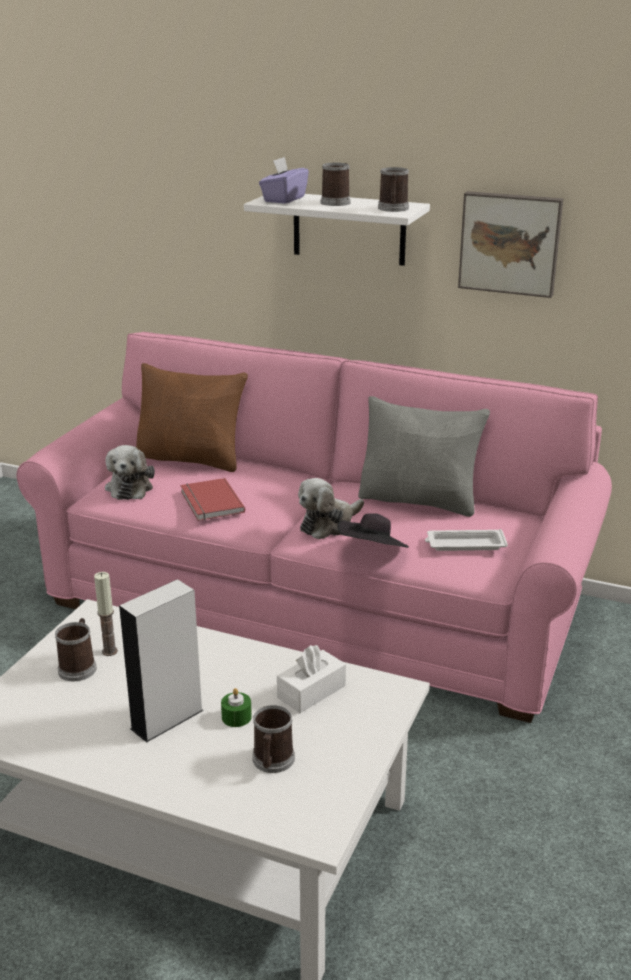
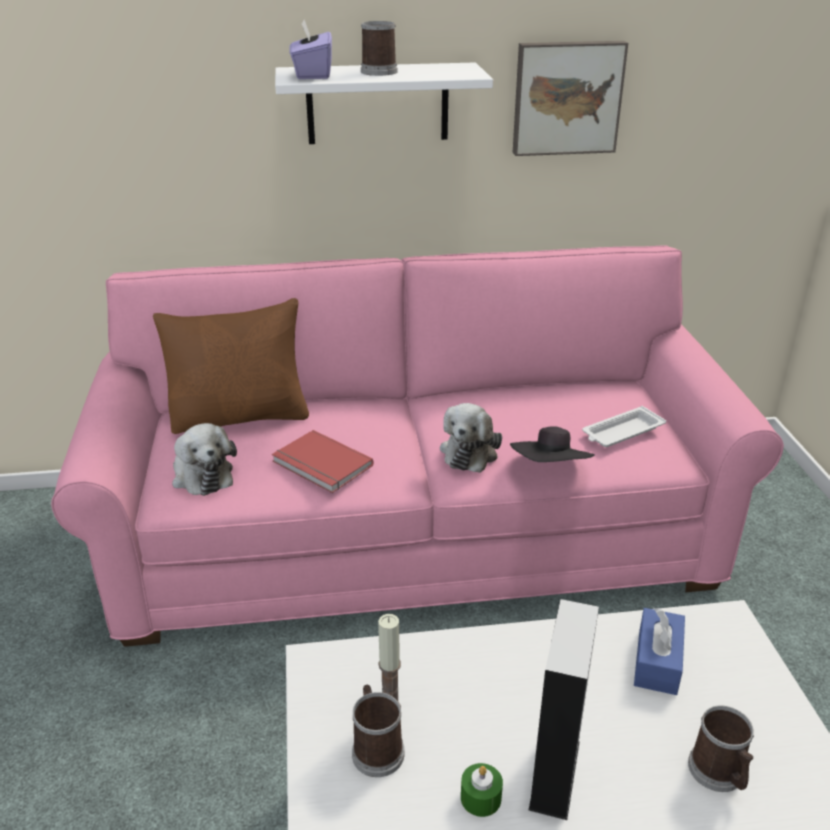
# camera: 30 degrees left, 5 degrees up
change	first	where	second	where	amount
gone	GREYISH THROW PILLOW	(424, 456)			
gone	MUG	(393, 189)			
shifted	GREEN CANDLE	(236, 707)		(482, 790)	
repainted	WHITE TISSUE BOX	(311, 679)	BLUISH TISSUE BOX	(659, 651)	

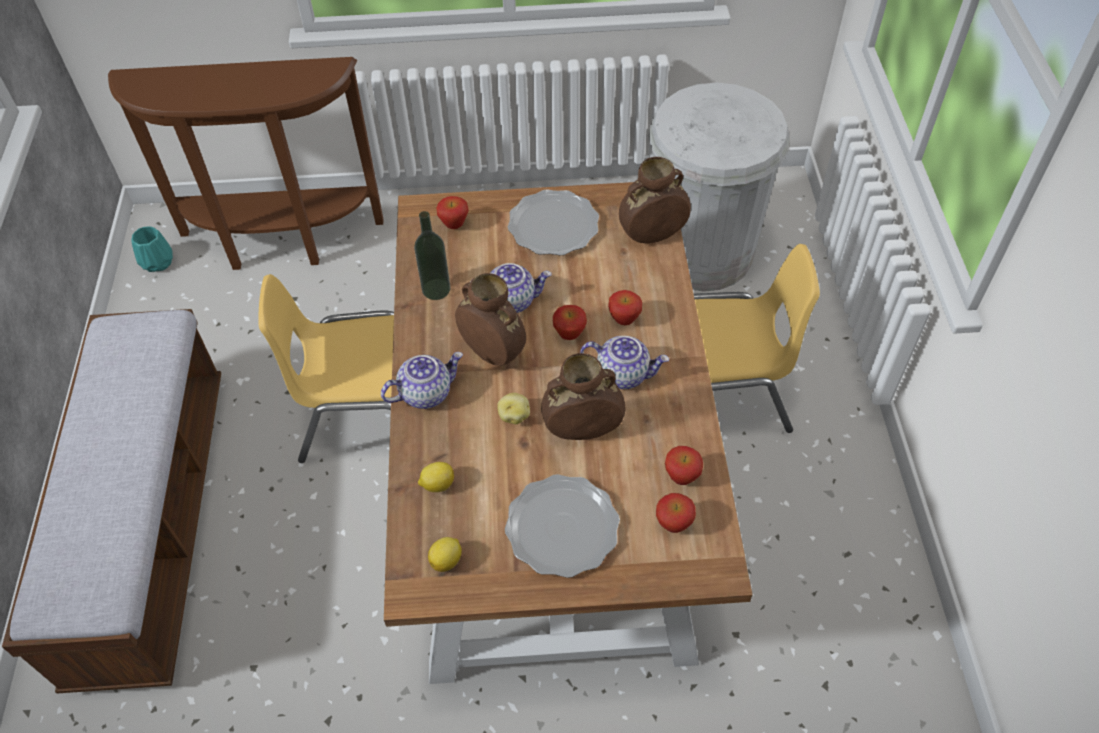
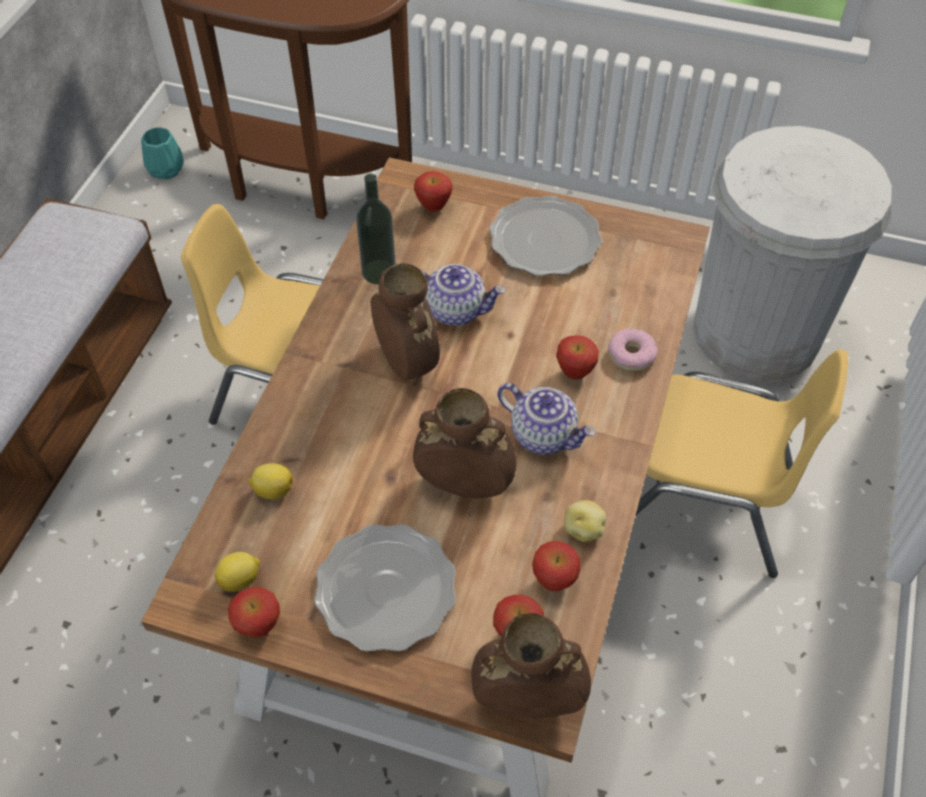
# camera: 20 degrees right, 0 degrees up
change	first	where	second	where	amount
gone	POT FOR TEA	(422, 380)			
new			DONUT	(633, 349)	
shifted	SPUD	(513, 408)		(585, 521)	
shifted	APPLE	(570, 322)		(254, 612)	
shifted	BROWN-COLOURED VASE	(655, 200)		(531, 665)	

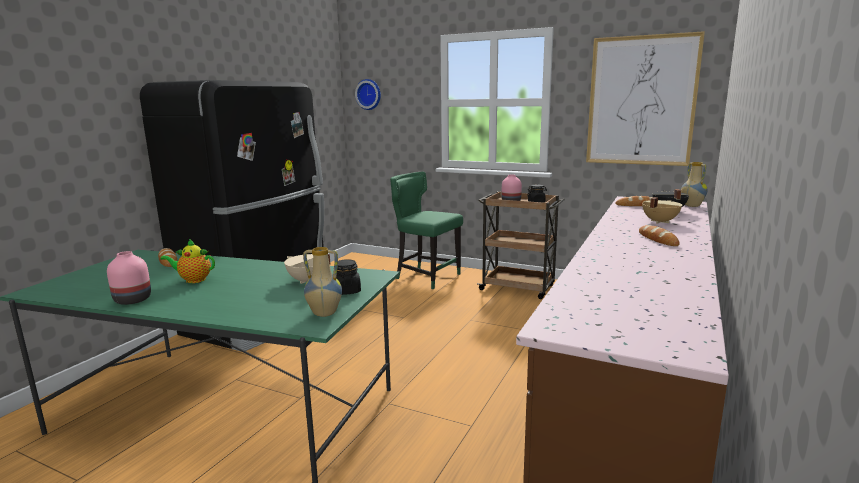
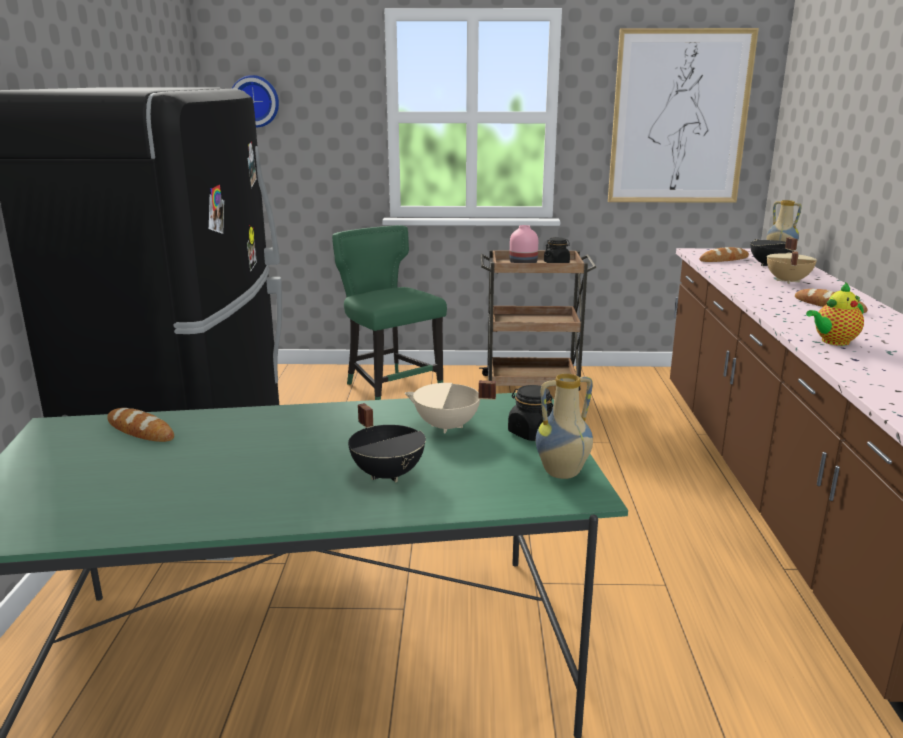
# camera: 25 degrees left, 5 degrees up
change	first	where	second	where	amount
gone	PINK-COLOURED VASE	(129, 278)			
new			BLACKISH SAUCEPOT	(387, 442)	
shifted	POT FOR TEA	(187, 261)		(835, 314)	
rotated	GREEN CHAIR	(426, 230)		(389, 312)	45 degrees clockwise

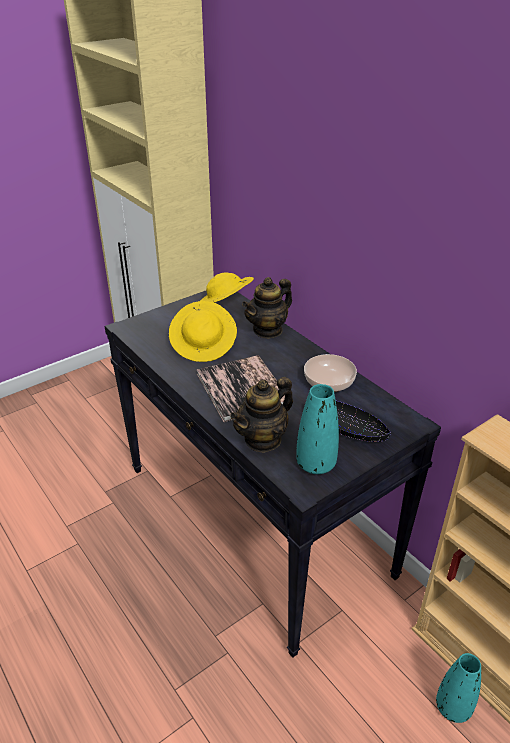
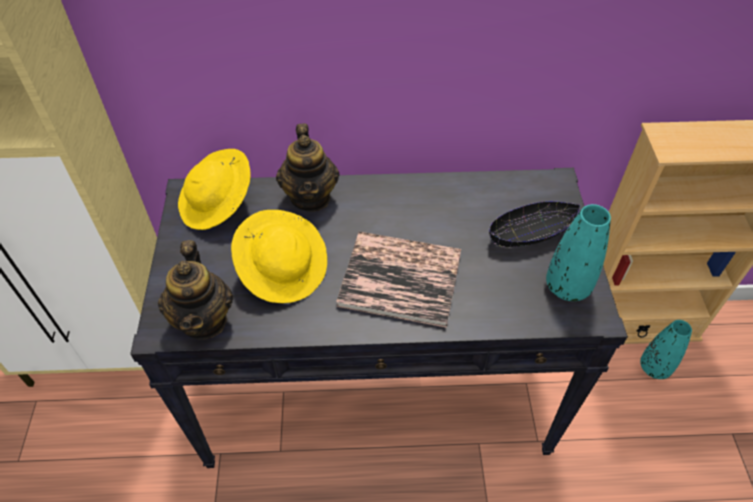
# camera: 55 degrees left, 15 degrees up
change	first	where	second	where	amount
gone	DEEP DISH	(330, 373)			
shifted	POT FOR TEA	(261, 415)		(195, 290)	

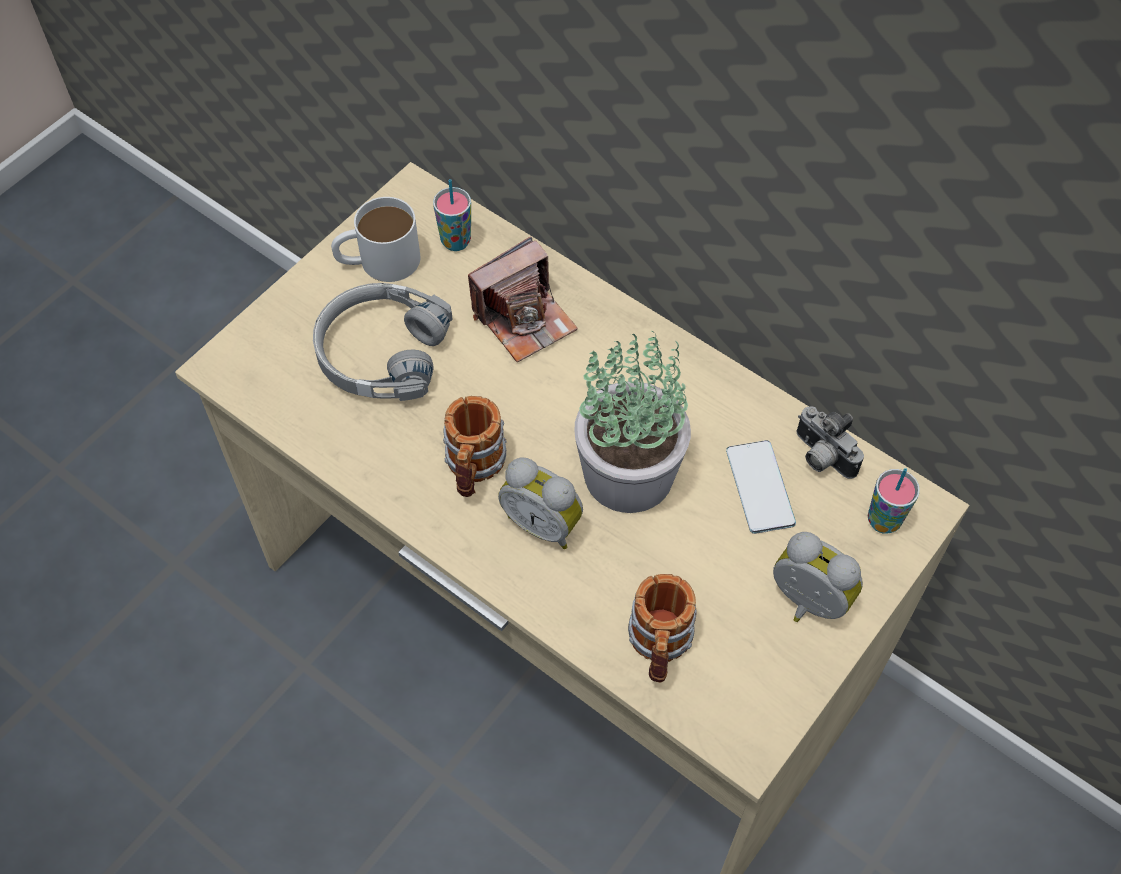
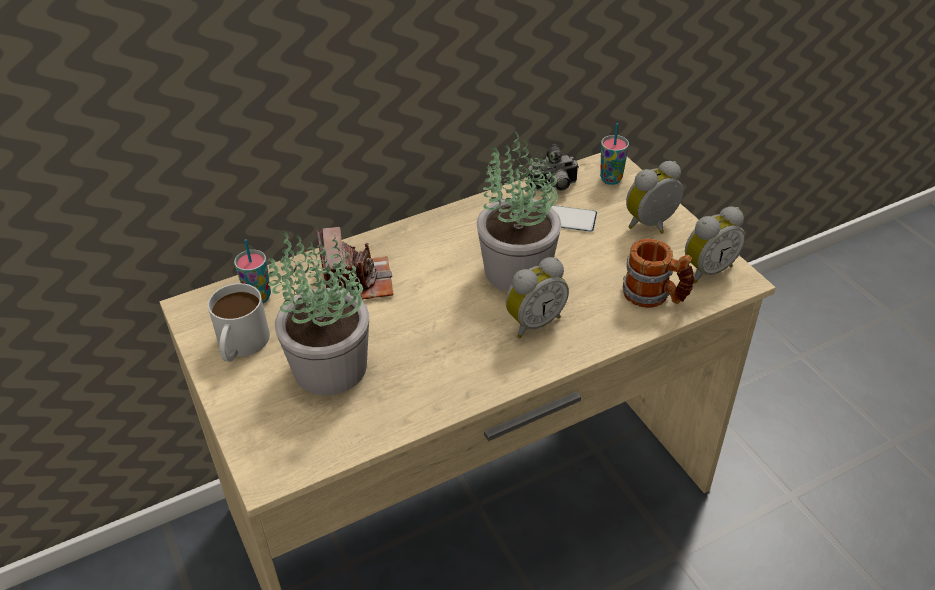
# camera: 65 degrees left, 15 degrees down
change	first	where	second	where	amount
gone	MUG	(475, 446)			
new			TABLE CLOCK	(715, 244)	
swapped	GREYISH PAIR OF HEADPHONES	(383, 342)	POTTED PLANT	(318, 313)	

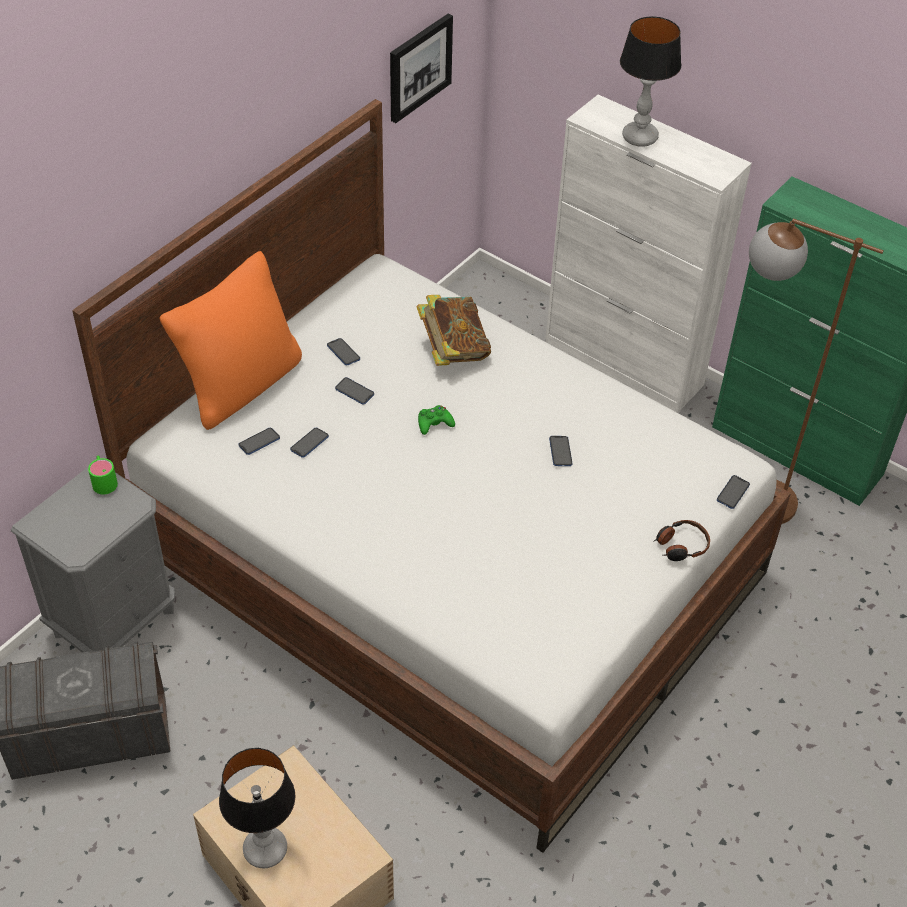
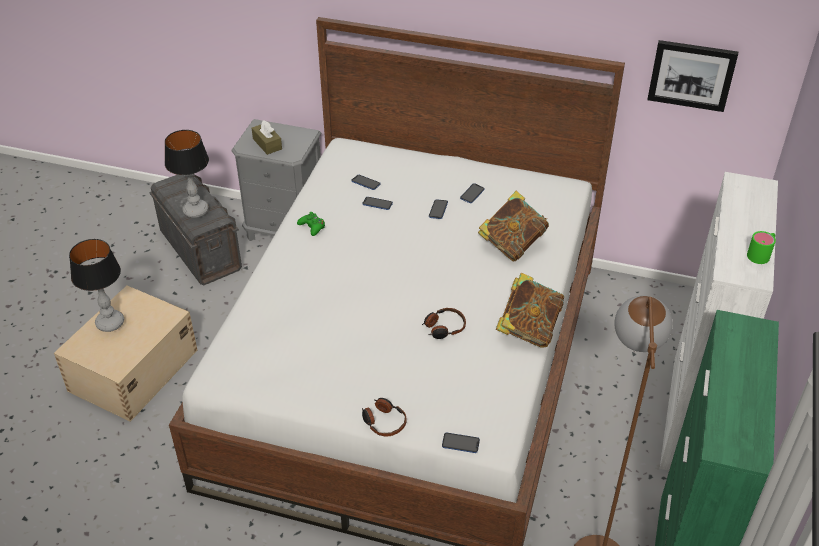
# camera: 70 degrees right, 5 degrees down
change	first	where	second	where	amount
gone	ORANGE-COLOURED THROW PILLOW	(231, 340)			
new			BROWN-COLOURED TISSUE BOX	(267, 137)	
new			VOLUME	(530, 310)	
shifted	GREEN MUG	(103, 474)		(761, 247)	
shifted	GREEN GAME CONTROLLER	(436, 420)		(311, 224)	
shifted	TABLE LAMP	(650, 81)		(187, 174)	
swapped	HANDSET	(561, 451)	PAIR OF HEADPHONES	(444, 323)	

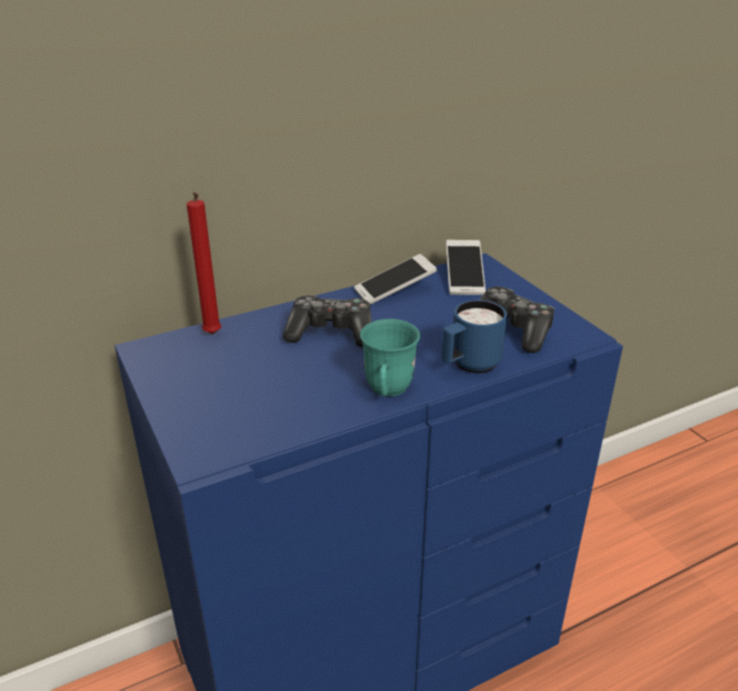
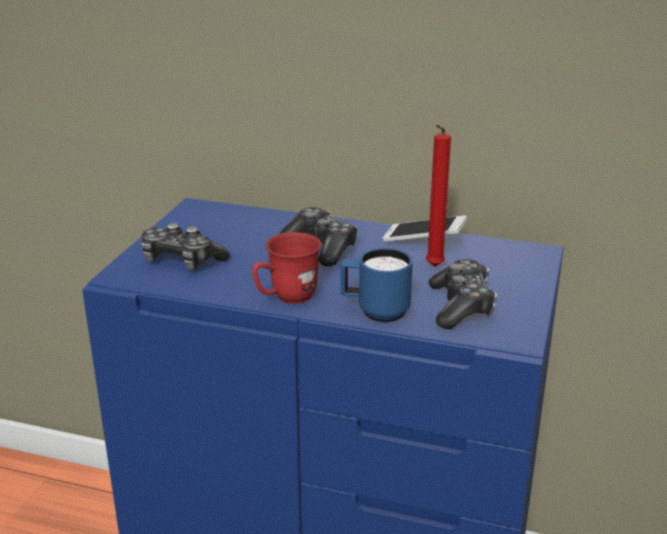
# camera: 45 degrees right, 5 degrees down
change	first	where	second	where	amount
gone	HANDSET	(466, 267)			
new			GAME CONTROLLER	(185, 246)	
shifted	REDDISH CANDLE	(204, 263)		(438, 195)	
repainted	TURQUOISE-COLOURED MUG	(390, 358)	REDDISH MUG	(286, 268)	

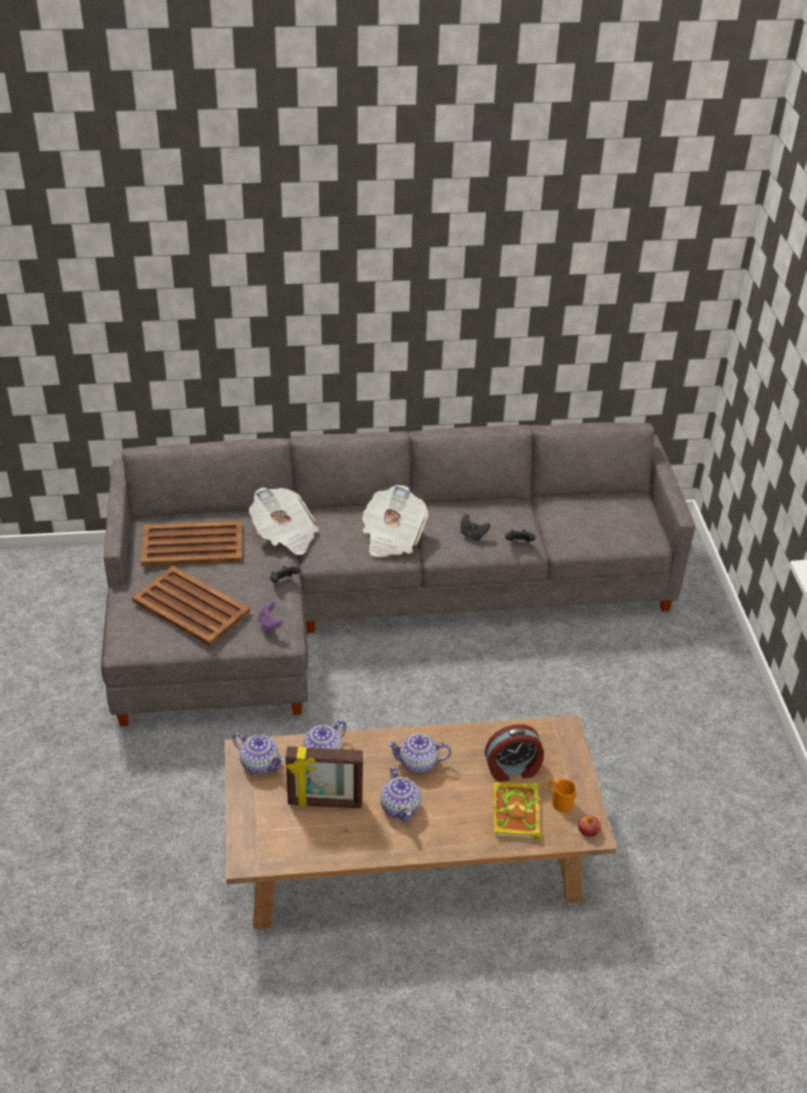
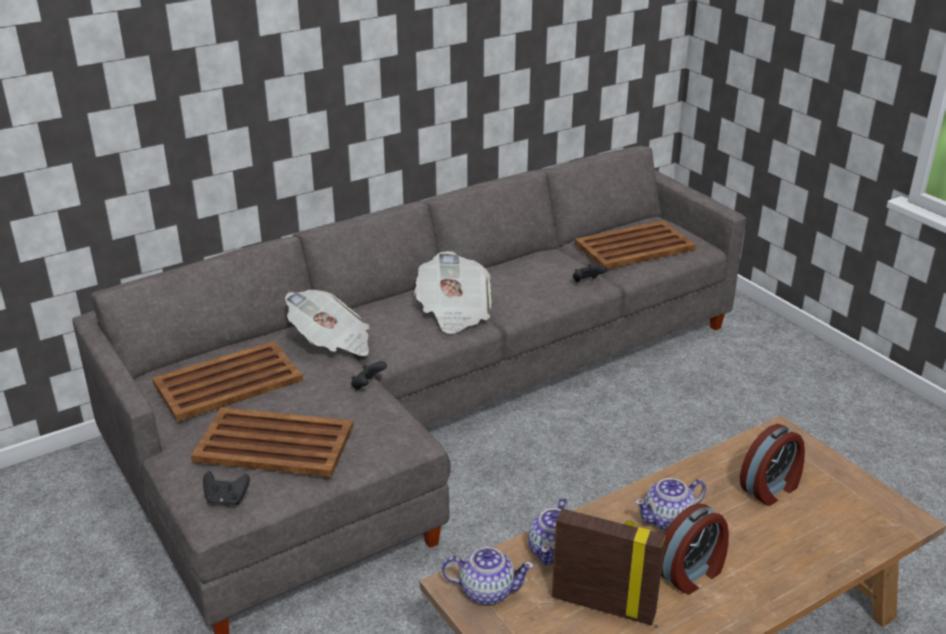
# camera: 25 degrees left, 10 degrees down
change	first	where	second	where	amount
gone	PURPLE GAME CONTROLLER	(270, 617)			
gone	VOLUME	(517, 811)			
gone	ORANGE-COLOURED MUG	(562, 795)			
gone	APPLE	(589, 826)			
new			BROWN-COLOURED SERVING TRAY	(635, 245)	
shifted	BLACKISH GAME CONTROLLER	(475, 527)		(226, 488)	
swapped	POT FOR TEA	(400, 794)	TABLE CLOCK	(695, 549)	
rotated	PHOTO FRAME	(324, 777)		(609, 567)	135 degrees counterclockwise

